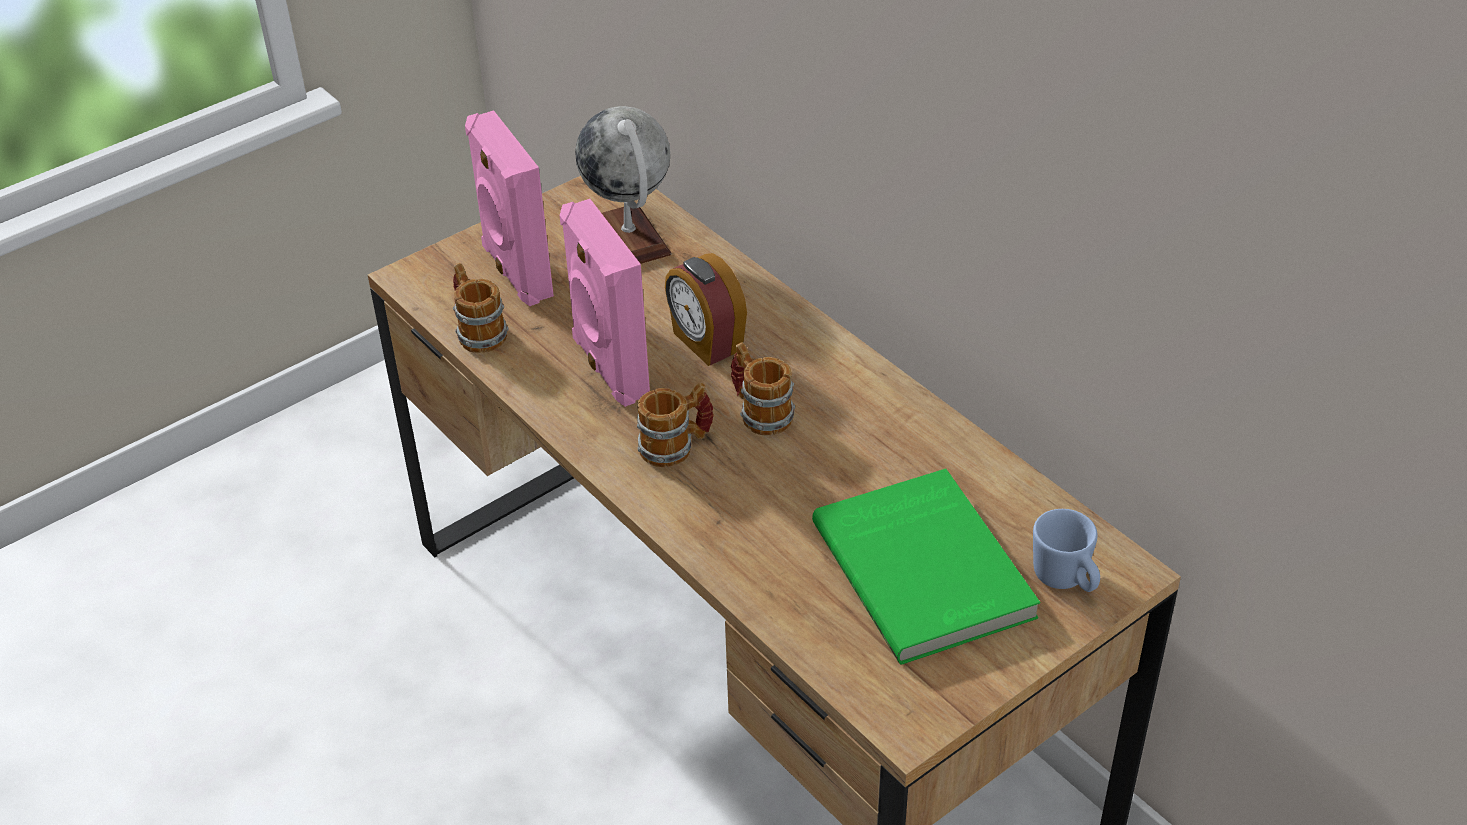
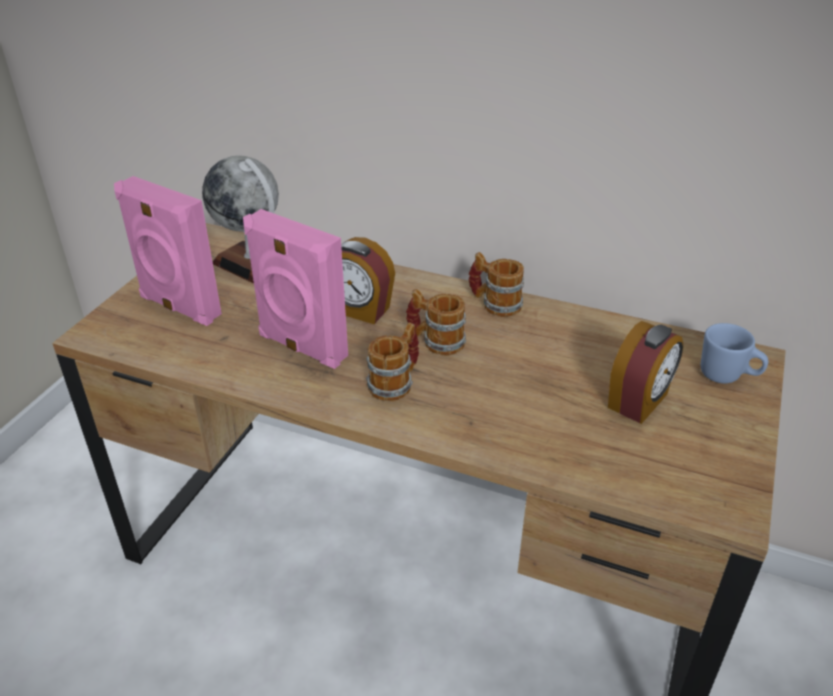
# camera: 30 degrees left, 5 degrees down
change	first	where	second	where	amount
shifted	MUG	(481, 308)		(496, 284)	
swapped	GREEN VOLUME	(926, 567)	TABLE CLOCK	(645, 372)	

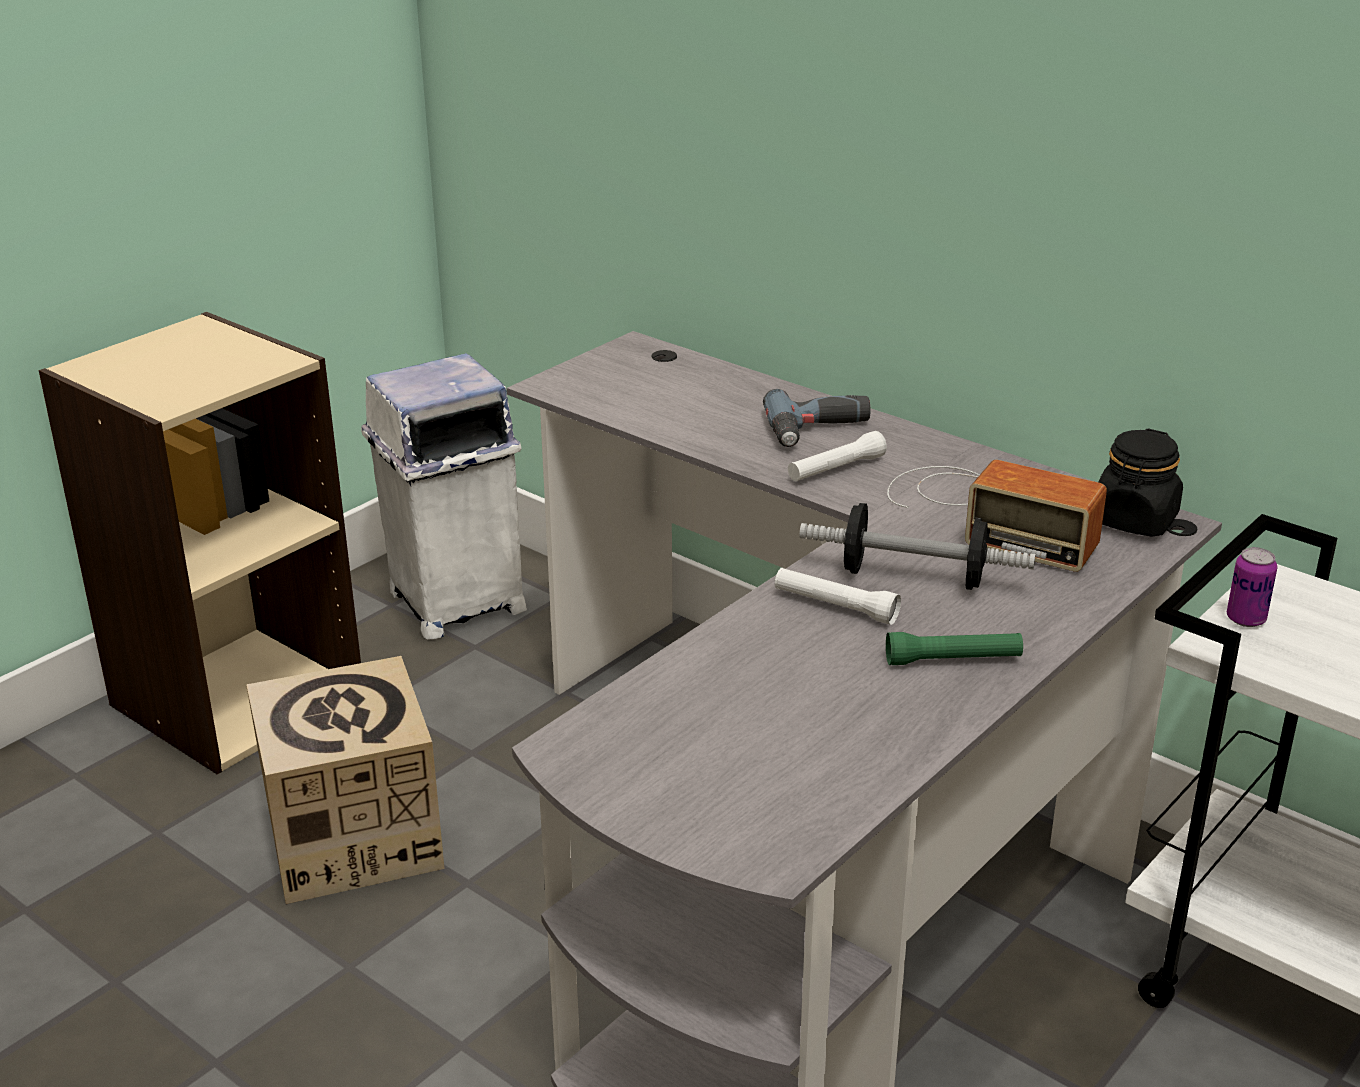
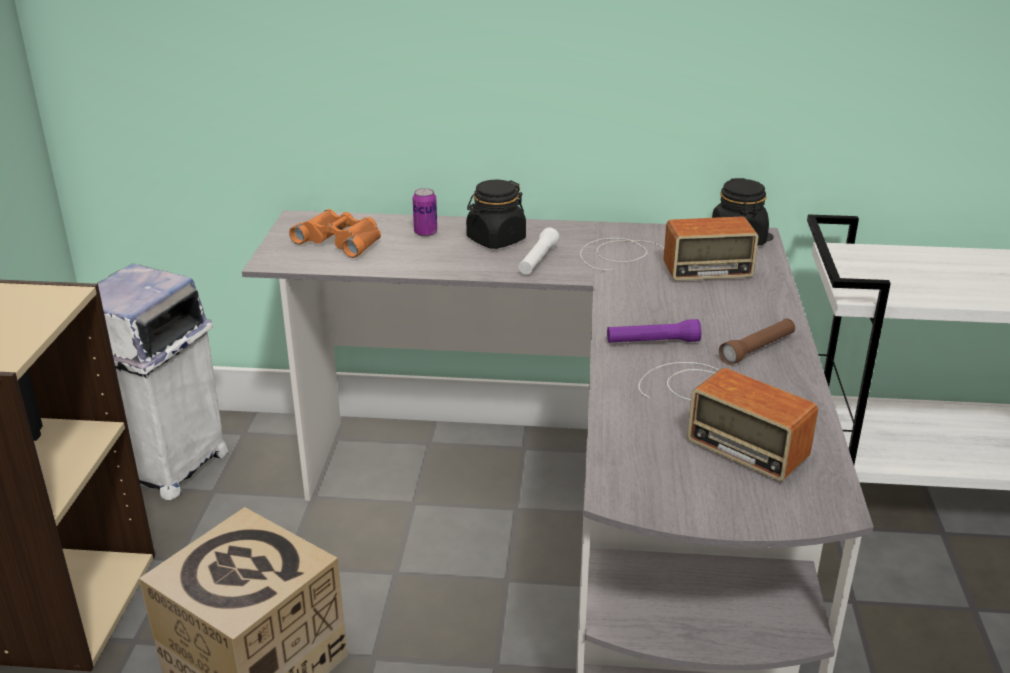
# camera: 35 degrees left, 0 degrees up
change	first	where	second	where	amount
gone	FREE WEIGHT	(917, 546)			
new			ORANGE-COLOURED BINOCULARS	(335, 233)	
new			RADIO RECEIVER	(728, 421)	
shifted	METAL CAN	(1252, 587)		(425, 212)	
swapped	DRILL	(817, 418)	BLACKISH JAR	(496, 214)	
repainted	WHITE HAND TORCH	(838, 596)	PURPLE HAND TORCH	(654, 331)	
repainted	GREEN HAND TORCH	(954, 648)	BROWN-COLOURED HAND TORCH	(757, 341)	

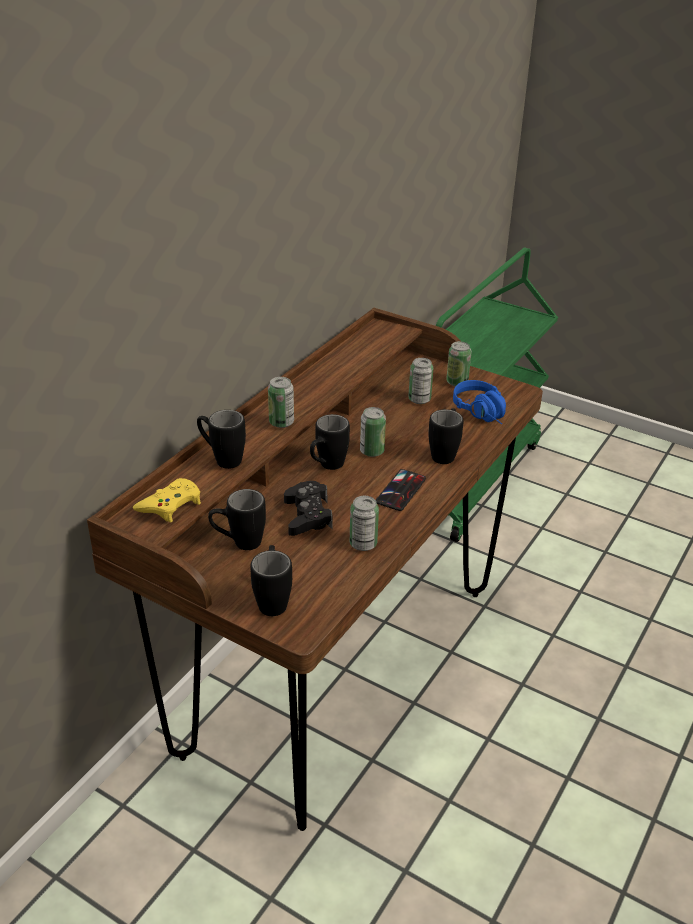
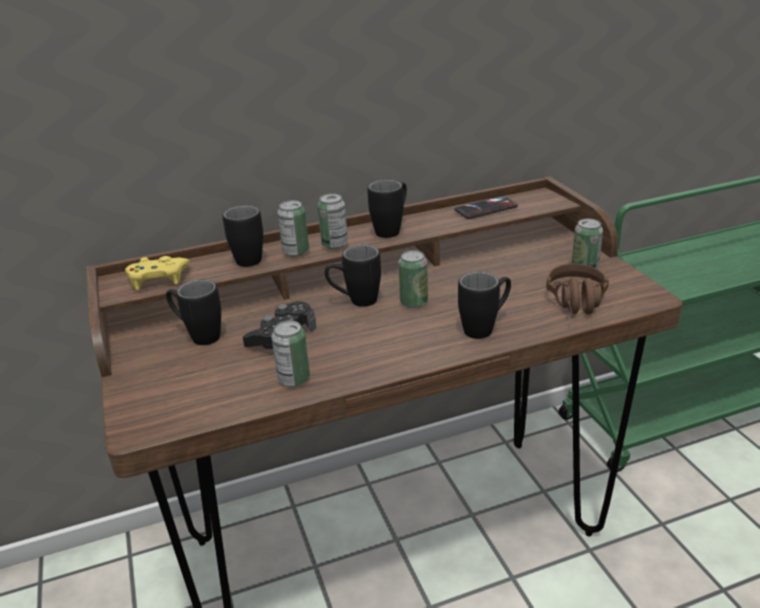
# camera: 40 degrees right, 5 degrees down
change	first	where	second	where	amount
shifted	BLACKISH MUG	(271, 580)		(387, 209)	
shifted	HANDSET	(401, 490)		(486, 207)	
shifted	METAL CAN	(420, 381)		(293, 228)	
repainted	BLUISH PAIR OF HEADPHONES	(479, 402)	BROWN-COLOURED PAIR OF HEADPHONES	(577, 290)	

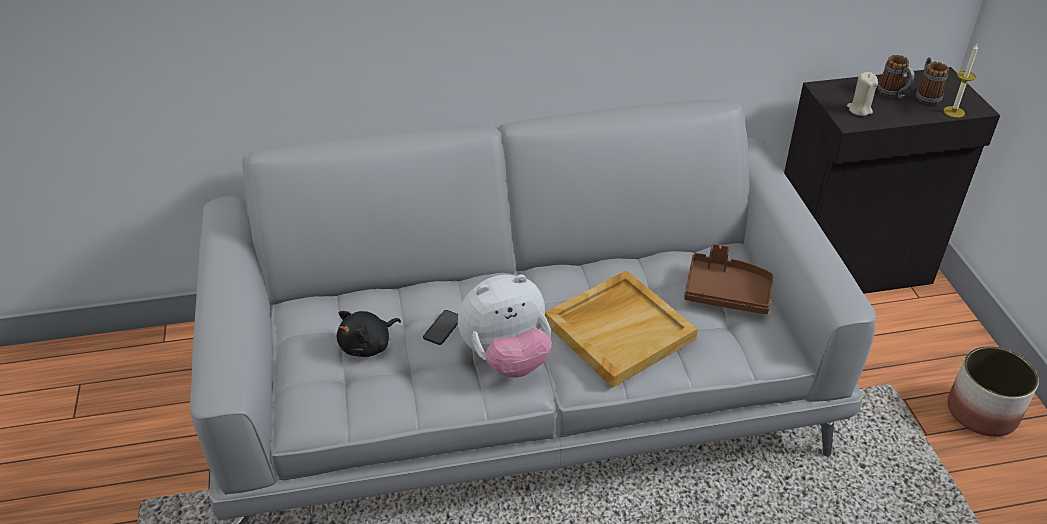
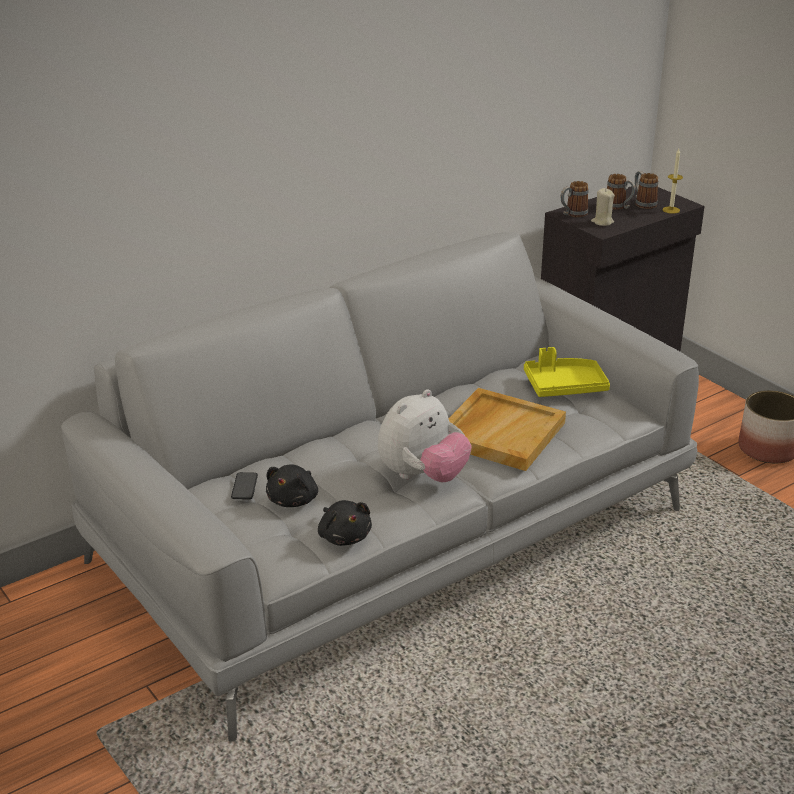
# camera: 25 degrees left, 10 degrees down
change	first	where	second	where	amount
new			BLACKISH SOFT TOY	(345, 523)	
new			MUG	(574, 199)	
shifted	HANDSET	(440, 327)		(244, 486)	
repainted	BROWN-COLOURED SERVING TRAY	(728, 279)	YELLOWISH SERVING TRAY	(567, 372)	

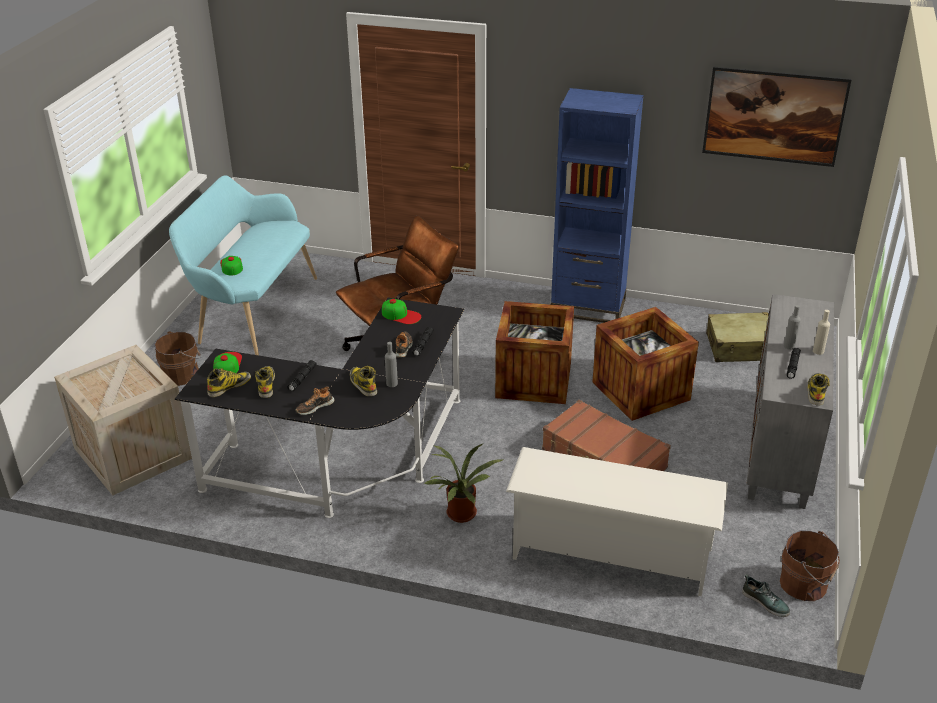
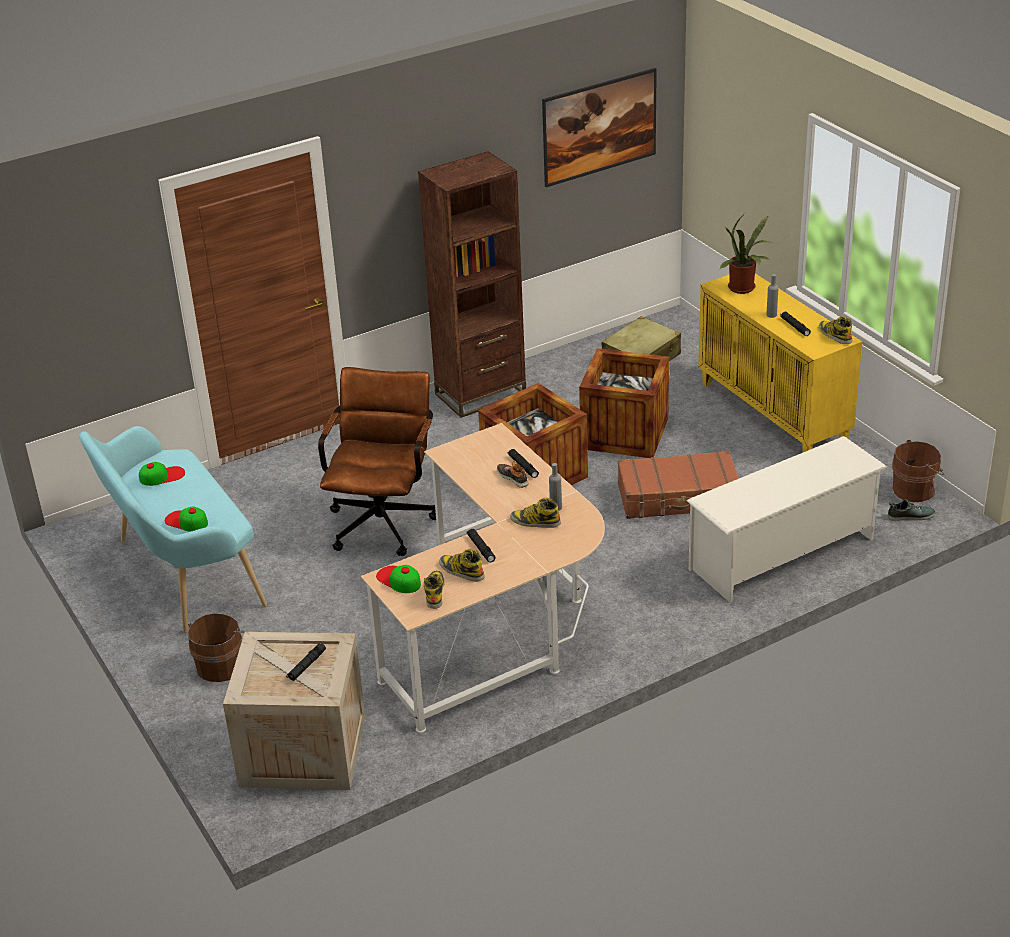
# camera: 45 degrees left, 0 degrees up
change	first	where	second	where	amount
gone	SHOE	(315, 401)			
gone	SAND-COLOURED BEVERAGE BOTTLE	(821, 332)			
new			BLACKISH HAND TORCH	(306, 662)	
shifted	CAP	(401, 311)		(162, 474)	
shifted	POTTED PLANT	(464, 483)		(745, 253)	
repainted	BLACKISH DESK	(319, 408)	SAND-COLOURED DESK	(483, 578)	
repainted	BLUISH BOOKCASE	(597, 205)	BROWN-COLOURED BOOKCASE	(472, 284)	
repainted	GREYISH CUPBOARD	(790, 401)	YELLOWISH CUPBOARD	(780, 362)	

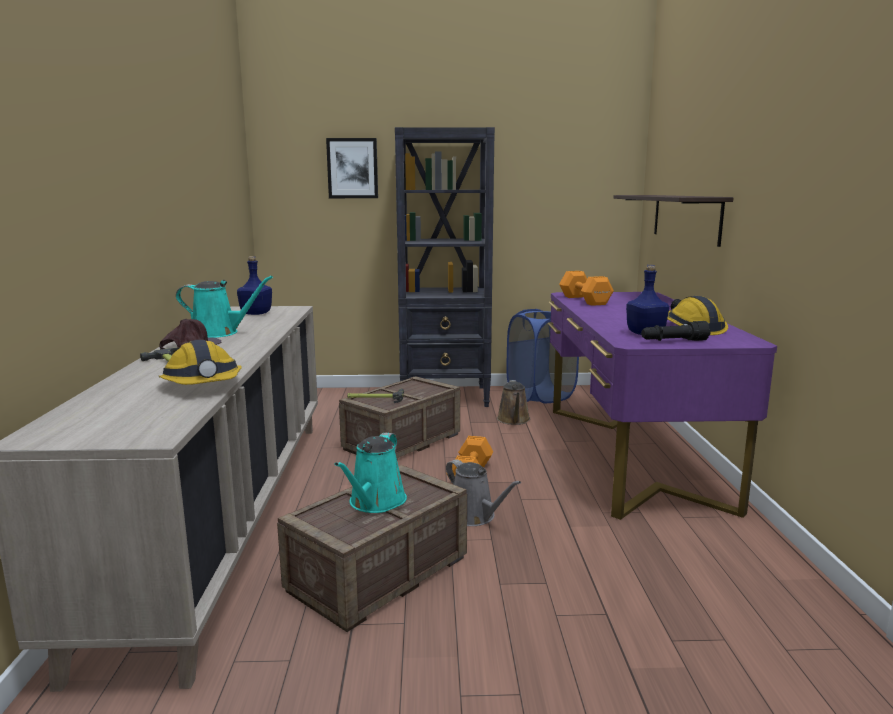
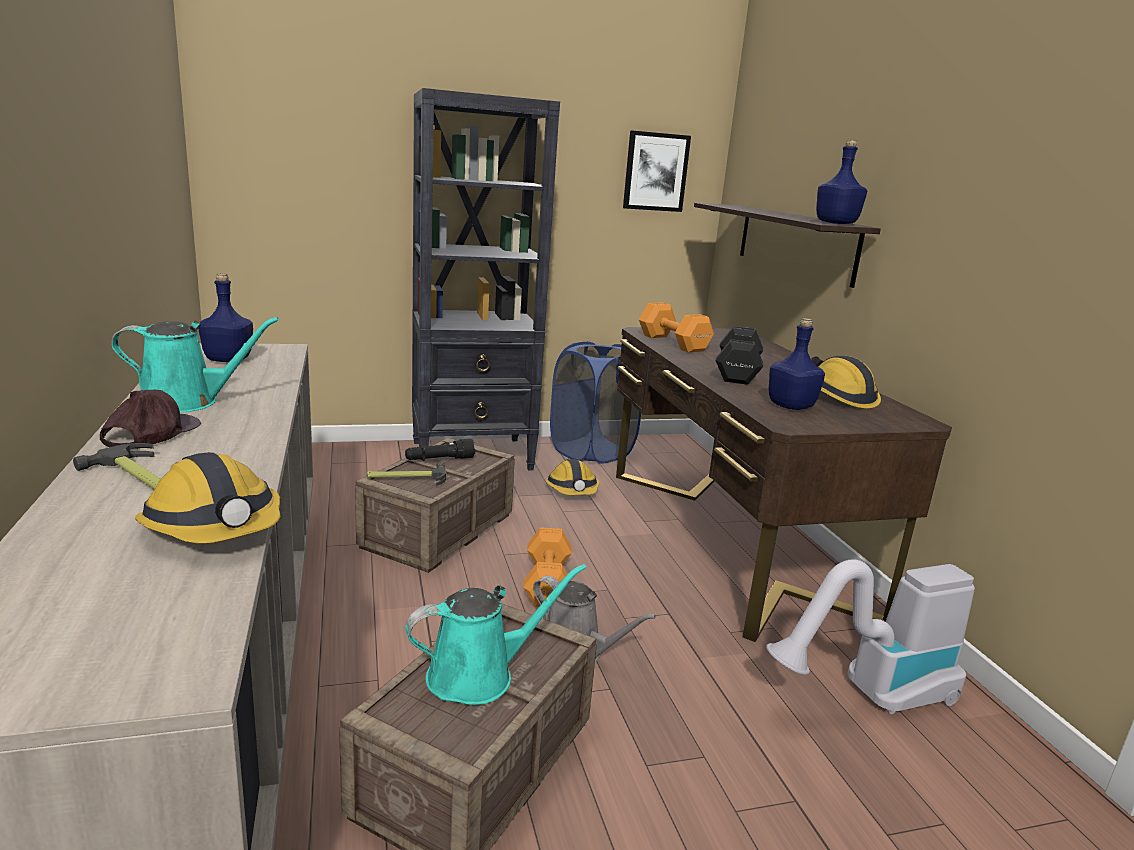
# camera: 15 degrees left, 5 degrees up
change	first	where	second	where	amount
new			BLACKISH FREE WEIGHT	(739, 355)	
new			HOOVER	(870, 636)	
new			BLUISH BEVERAGE BOTTLE	(841, 182)	
shifted	WALL ART	(352, 168)		(657, 171)	
shifted	BLACKISH HAND TORCH	(676, 331)		(440, 449)	
swapped	BROWN-COLOURED SPRINKLING CAN	(513, 402)	SAFETY HELMET	(572, 477)	
repainted	PURPLE DESK	(662, 406)	BROWN-COLOURED DESK	(784, 484)	
rotated	TURQUOISE-COLOURED SPRINKLING CAN	(371, 472)		(496, 634)	120 degrees counterclockwise

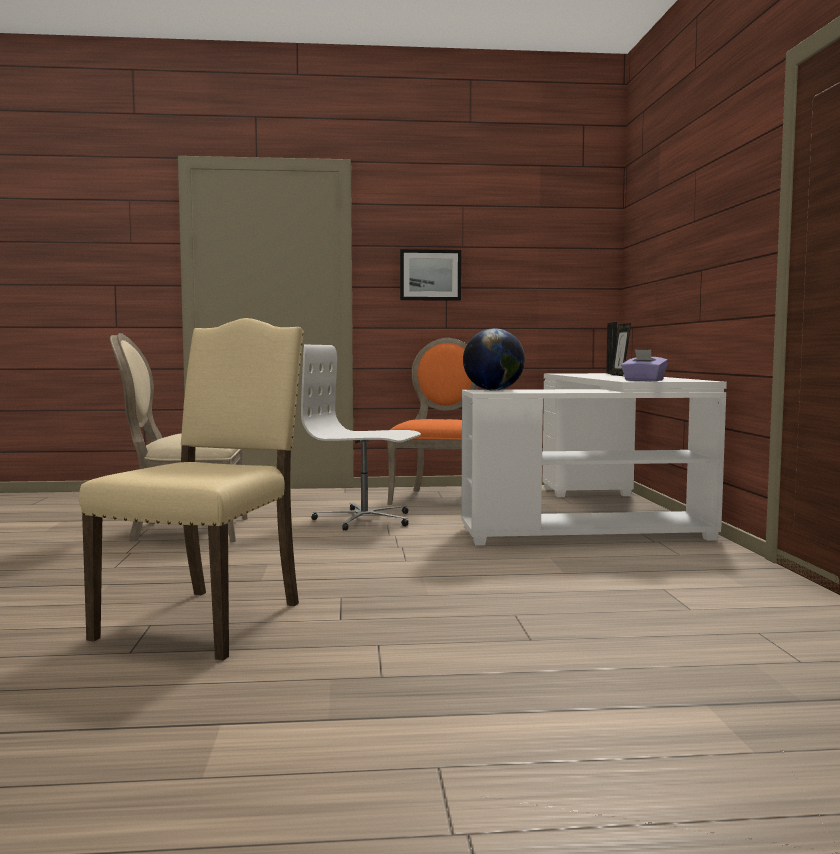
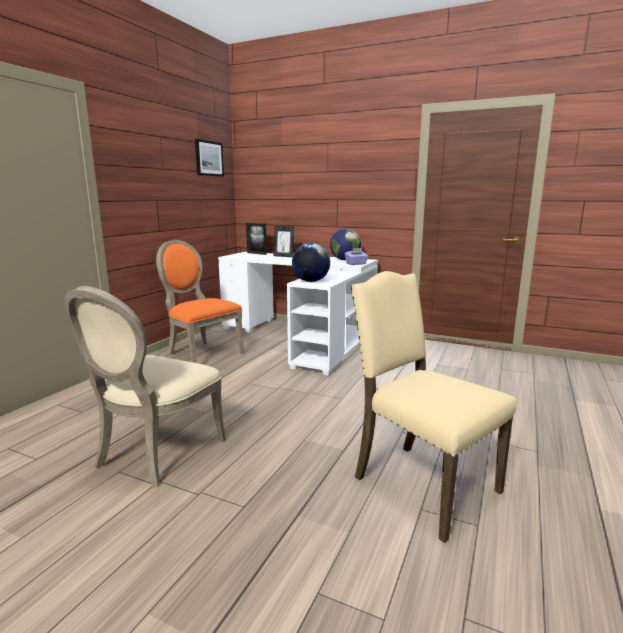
# camera: 60 degrees left, 10 degrees up
change	first	where	second	where	amount
gone	WHITE DESK CHAIR	(361, 437)			
new			GLOBE	(345, 244)	
shifted	WALL ART	(430, 275)		(209, 158)	

